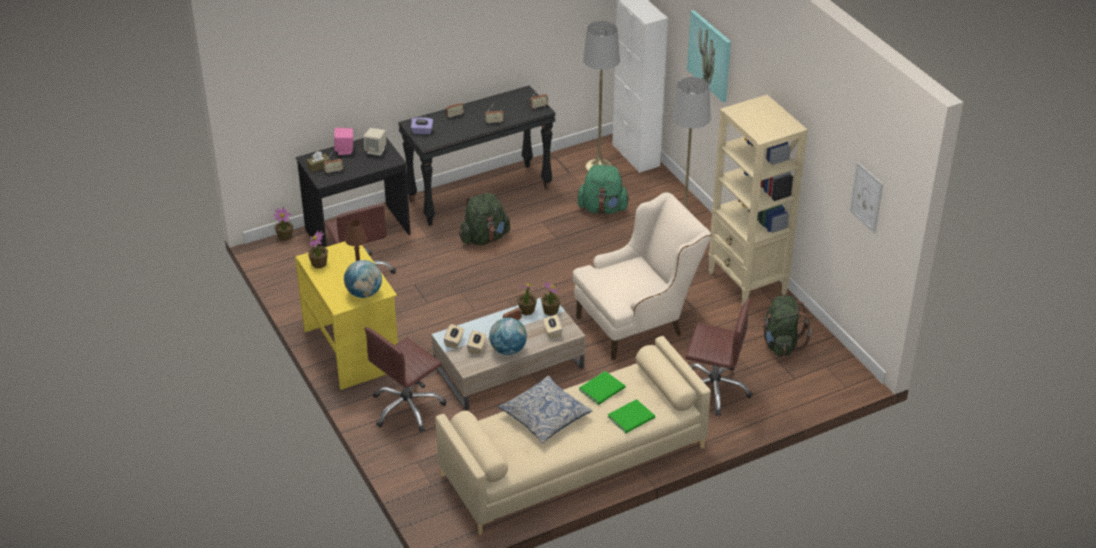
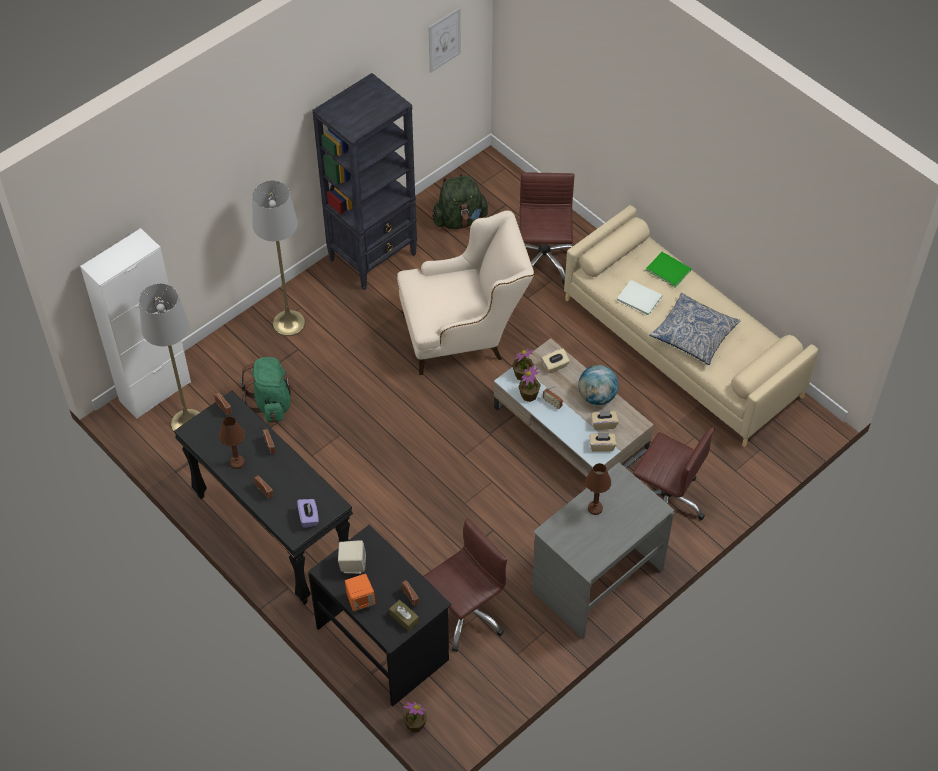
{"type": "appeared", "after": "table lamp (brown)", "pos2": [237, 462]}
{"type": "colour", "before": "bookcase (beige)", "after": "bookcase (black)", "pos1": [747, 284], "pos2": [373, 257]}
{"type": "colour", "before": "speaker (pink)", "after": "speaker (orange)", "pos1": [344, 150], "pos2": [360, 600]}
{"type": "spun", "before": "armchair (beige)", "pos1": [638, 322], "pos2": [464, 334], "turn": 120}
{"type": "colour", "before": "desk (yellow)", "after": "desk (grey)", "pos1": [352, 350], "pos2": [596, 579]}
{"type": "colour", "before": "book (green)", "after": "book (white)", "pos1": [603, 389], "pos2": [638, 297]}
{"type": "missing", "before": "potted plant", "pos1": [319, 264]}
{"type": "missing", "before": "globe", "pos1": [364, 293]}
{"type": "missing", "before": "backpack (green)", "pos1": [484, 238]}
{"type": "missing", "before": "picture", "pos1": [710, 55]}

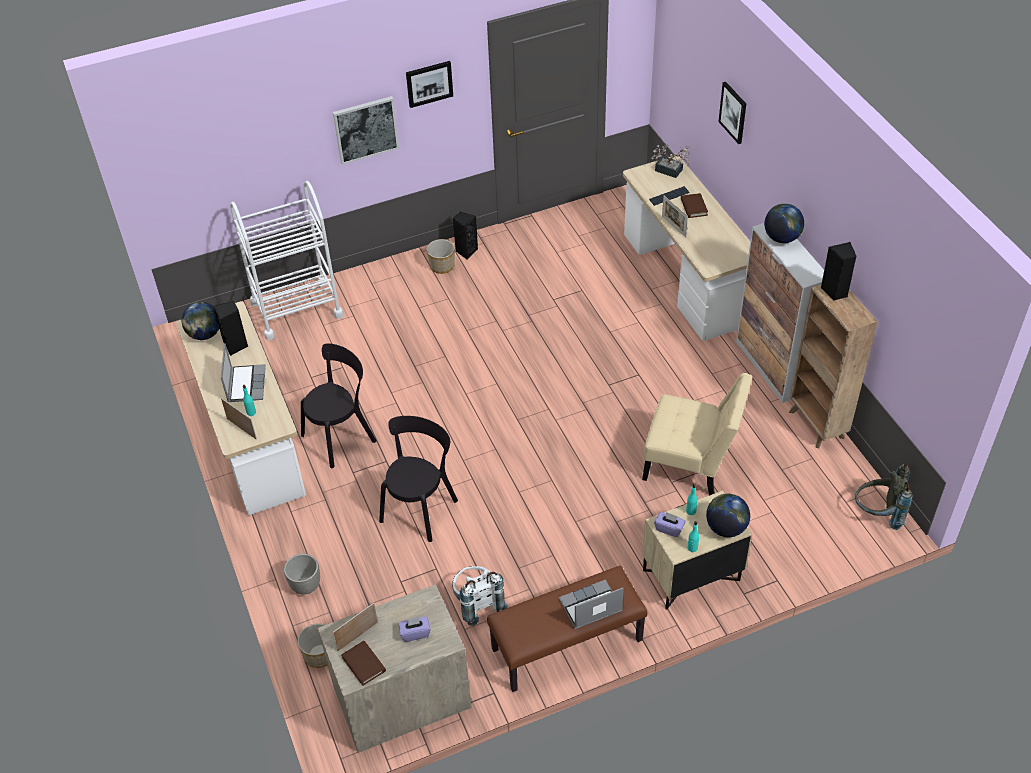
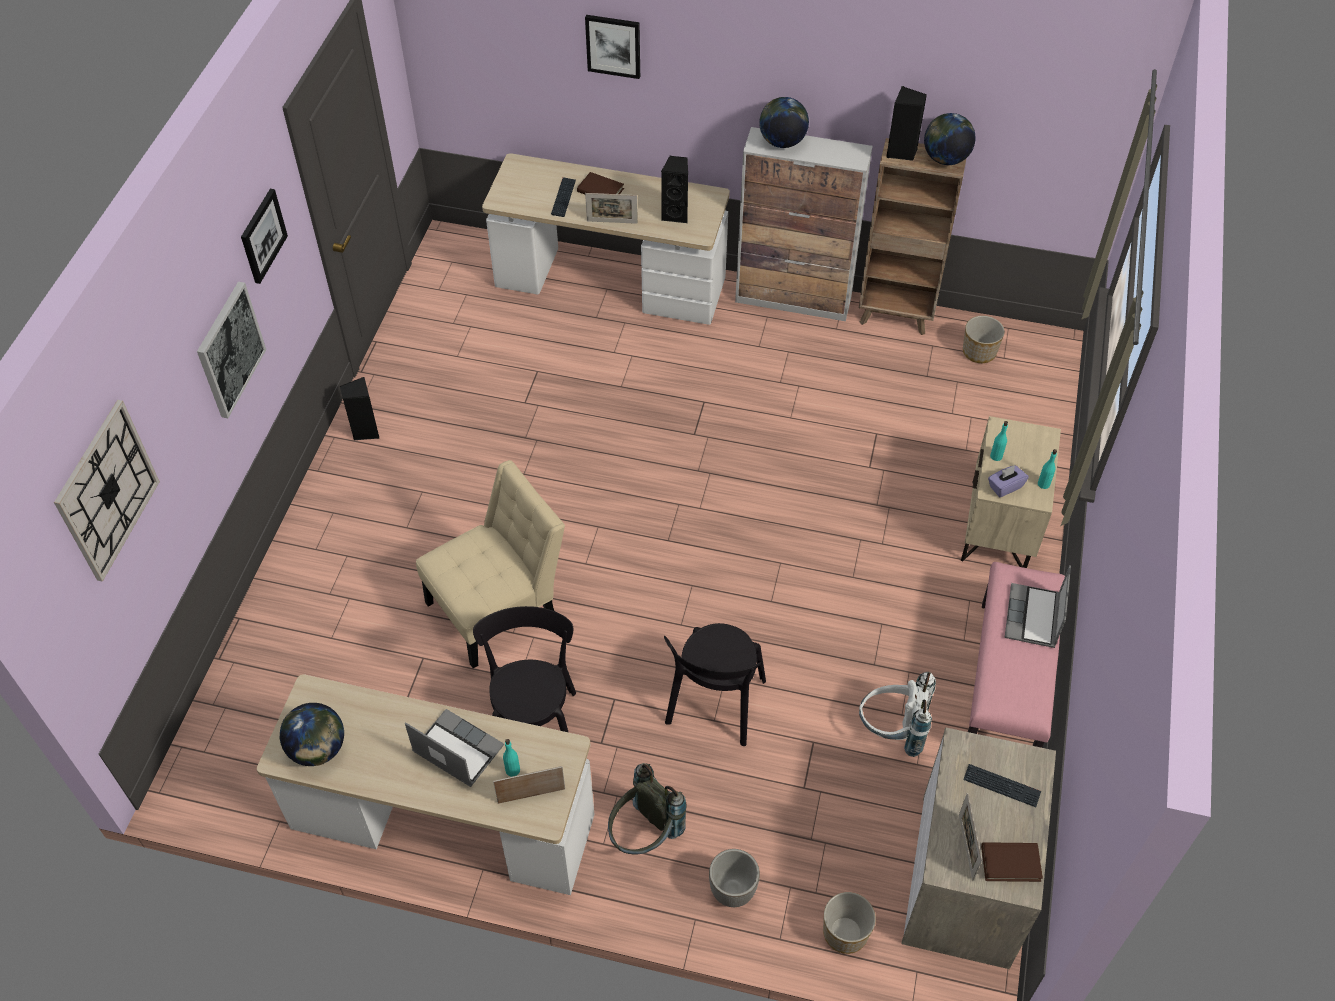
{"type": "appeared", "after": "wall clock", "pos2": [107, 490]}
{"type": "relocated", "before": "chair (beige)", "pos1": [691, 464], "pos2": [499, 607]}
{"type": "relocated", "before": "backpack (grey)", "pos1": [878, 514], "pos2": [644, 835]}
{"type": "relocated", "before": "speaker (black)", "pos1": [236, 346], "pos2": [676, 214]}
{"type": "spun", "before": "chair (black)", "pos1": [420, 508], "pos2": [714, 706], "turn": -135}
{"type": "relocated", "before": "globe", "pos1": [726, 528], "pos2": [945, 159]}
{"type": "relocated", "before": "planter", "pos1": [442, 266], "pos2": [979, 352]}
{"type": "exchanged", "before": "tissue box (purple)", "after": "keyboard", "pos1": [415, 633], "pos2": [1001, 786]}
{"type": "colour", "before": "bench (brown)", "after": "bench (pink)", "pos1": [567, 645], "pos2": [1007, 684]}
{"type": "missing", "before": "cart (white)", "pos1": [297, 309]}
{"type": "missing", "before": "potted plant", "pos1": [671, 171]}

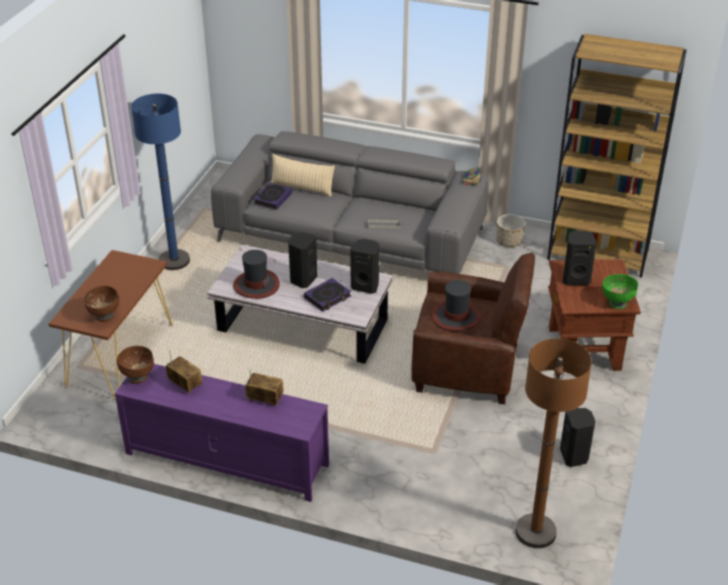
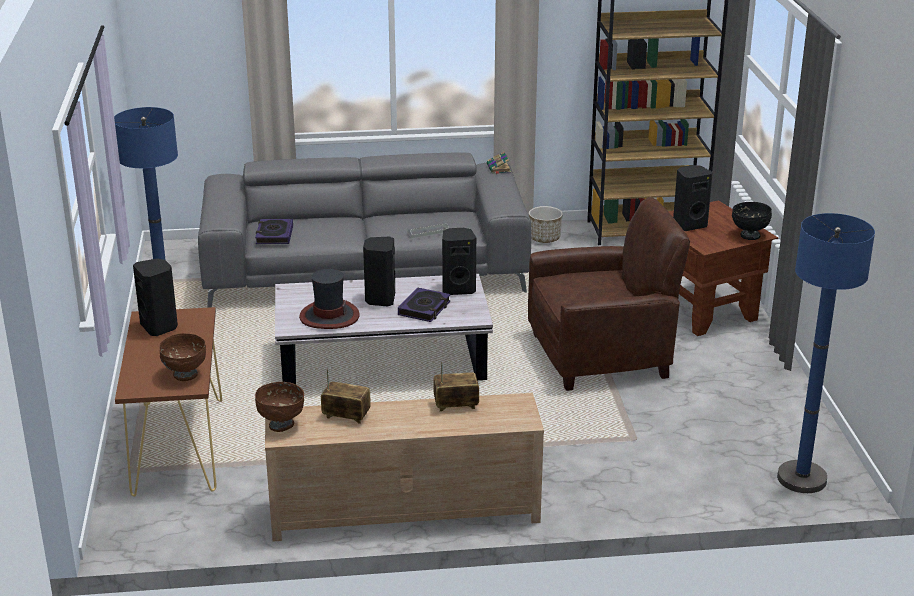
{"type": "relocated", "before": "speaker (black)", "pos1": [574, 456], "pos2": [160, 327]}
{"type": "colour", "before": "tv stand (purple)", "after": "tv stand (beige)", "pos1": [226, 459], "pos2": [403, 511]}
{"type": "colour", "before": "bowl (green)", "after": "bowl (black)", "pos1": [617, 303], "pos2": [749, 235]}
{"type": "colour", "before": "floor lamp (brown)", "after": "floor lamp (blue)", "pos1": [535, 532], "pos2": [801, 478]}
{"type": "missing", "before": "pillow (beige)", "pos1": [302, 188]}
{"type": "missing", "before": "hat", "pos1": [456, 317]}

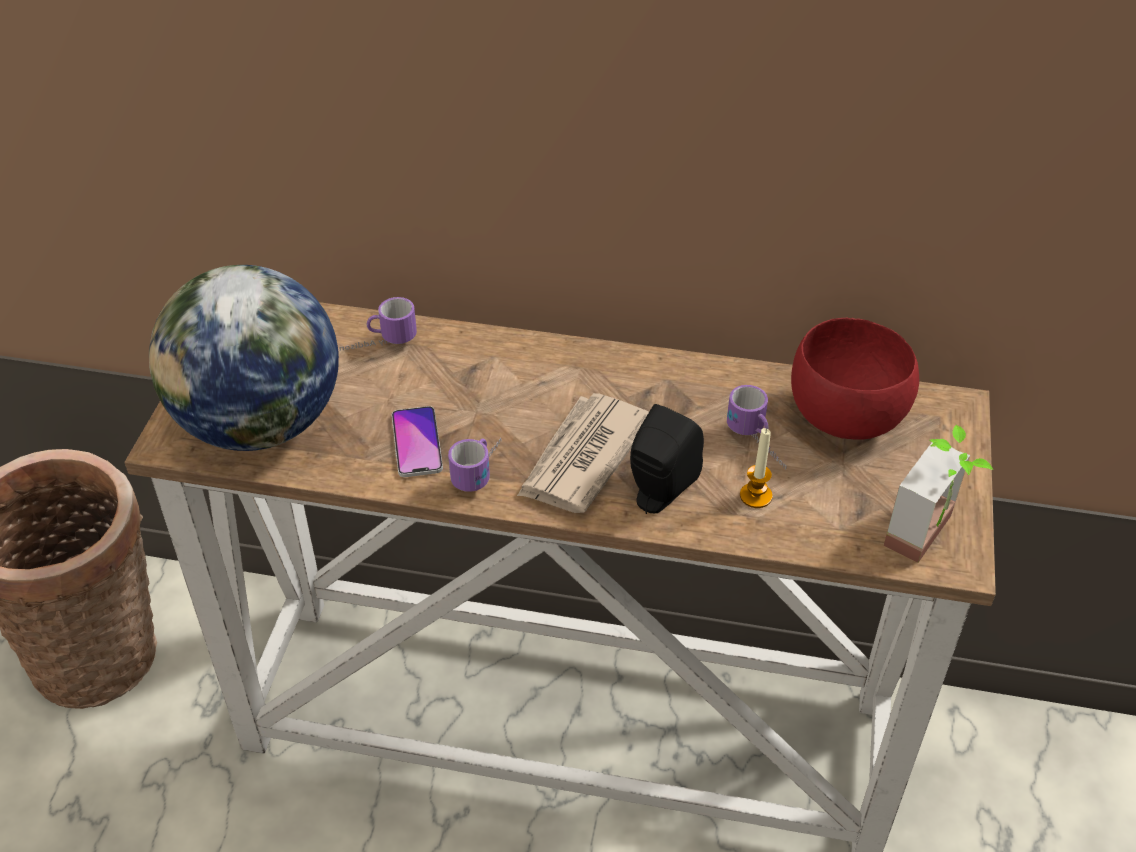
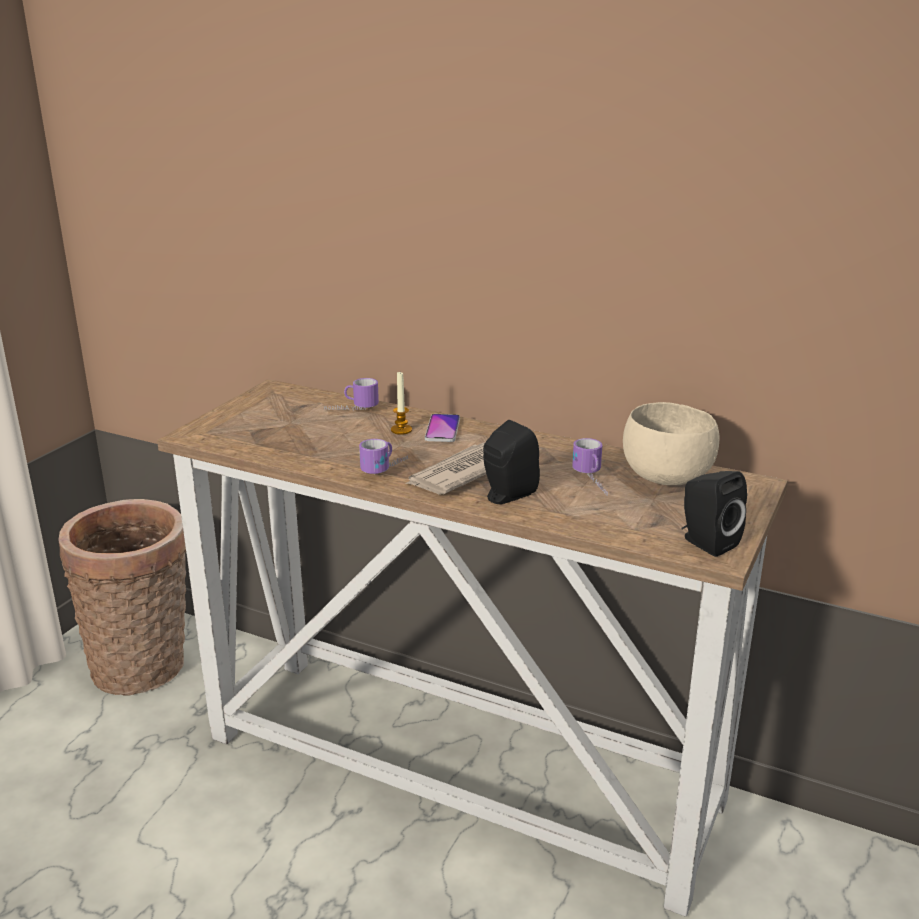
{"type": "relocated", "before": "candle", "pos1": [755, 496], "pos2": [401, 430]}
{"type": "relocated", "before": "phone", "pos1": [417, 443], "pos2": [442, 429]}
{"type": "colour", "before": "bowl (red)", "after": "bowl (beige)", "pos1": [843, 416], "pos2": [665, 478]}
{"type": "exchanged", "before": "potted plant", "after": "speaker (black)", "pos1": [932, 537], "pos2": [706, 542]}
{"type": "missing", "before": "globe", "pos1": [260, 424]}

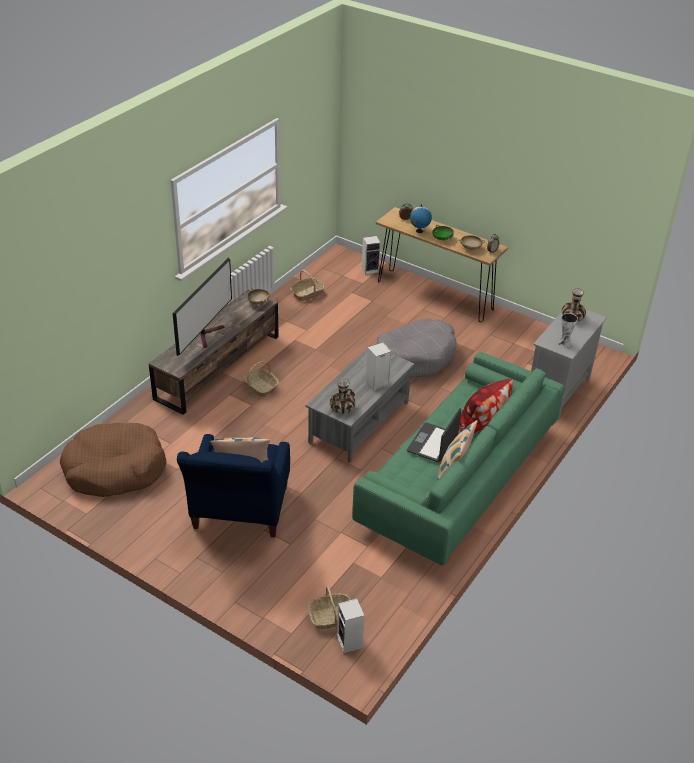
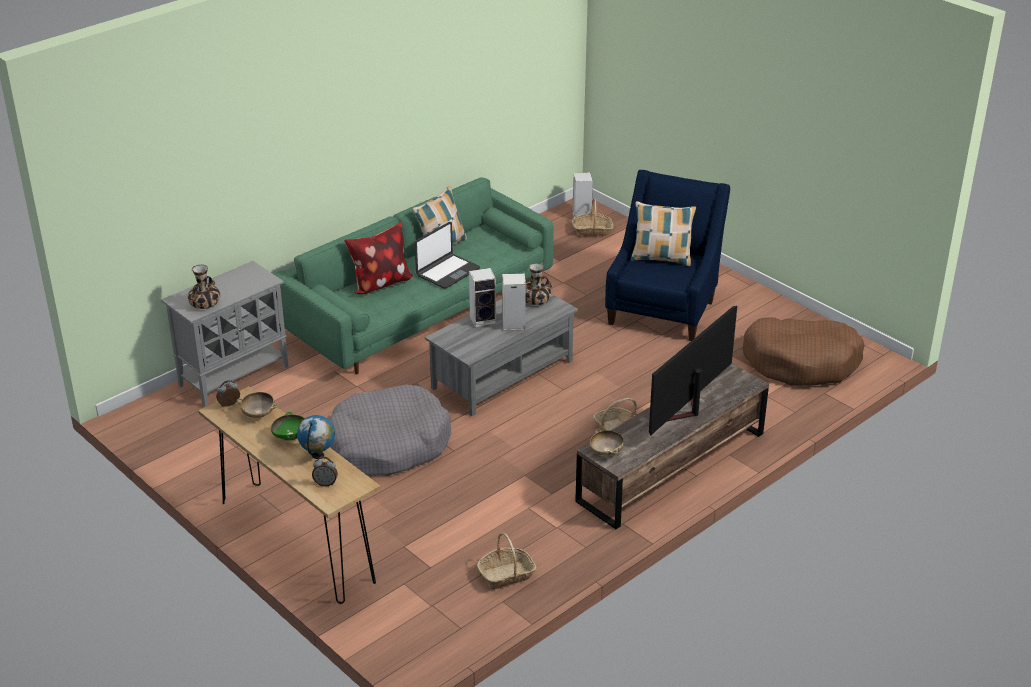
{"type": "relocated", "before": "speaker", "pos1": [370, 269], "pos2": [512, 325]}
{"type": "missing", "before": "vase", "pos1": [565, 344]}

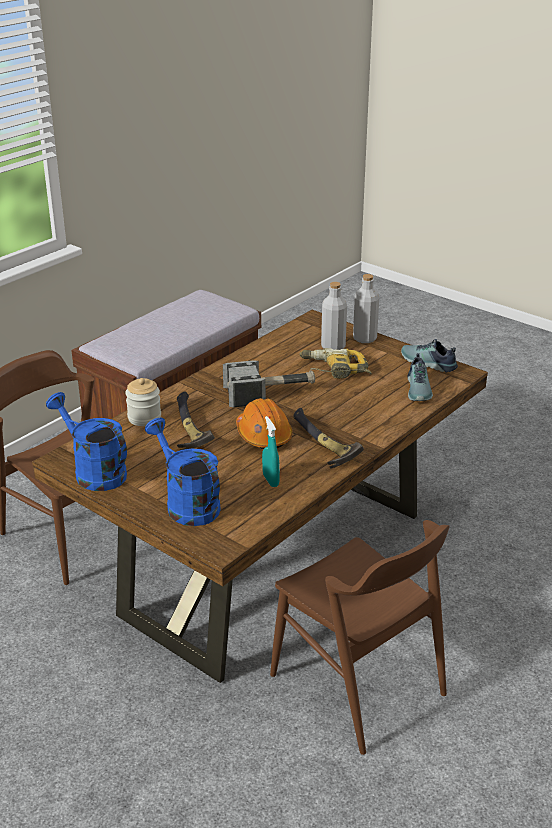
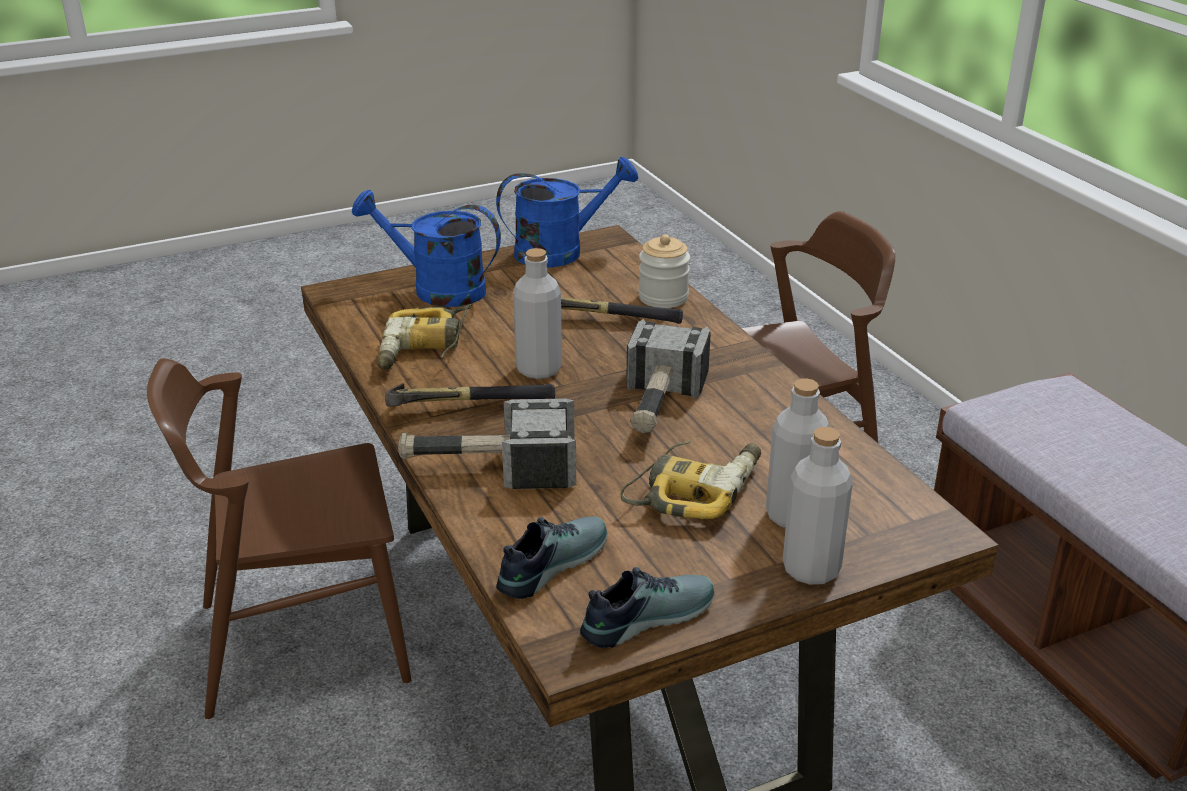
{"type": "spun", "before": "watering can (blue)", "pos1": [187, 504], "pos2": [437, 289], "turn": -150}
{"type": "exchanged", "before": "spray bottle (turquoise)", "after": "power drill", "pos1": [270, 480], "pos2": [424, 348]}
{"type": "appeared", "after": "hammer", "pos2": [488, 467]}
{"type": "spun", "before": "shoe", "pos1": [419, 389], "pos2": [549, 563], "turn": 105}
{"type": "exchanged", "before": "hard hat (orange)", "after": "bottle (grey)", "pos1": [263, 435], "pos2": [538, 369]}

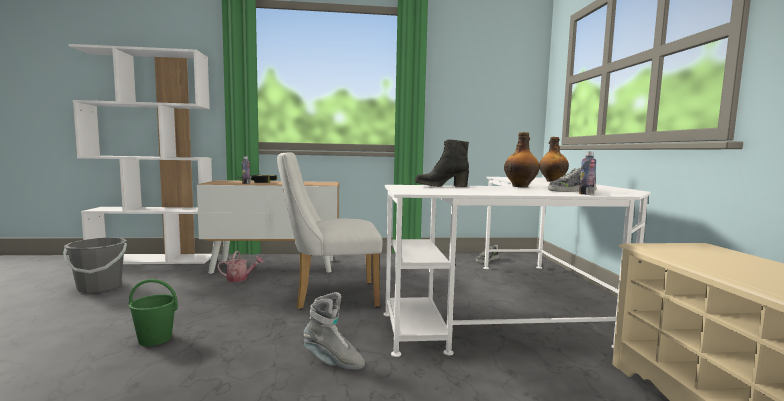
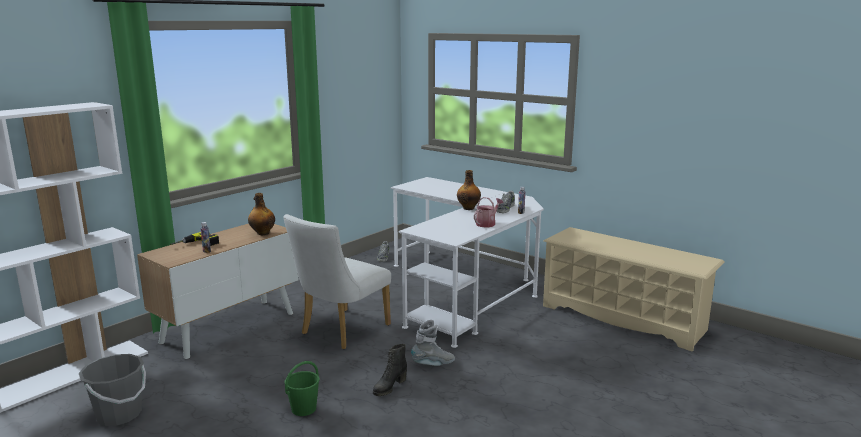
{"type": "relocated", "before": "bottle", "pos1": [552, 181], "pos2": [262, 233]}
{"type": "relocated", "before": "boot (black)", "pos1": [441, 186], "pos2": [389, 387]}
{"type": "relocated", "before": "watering can", "pos1": [240, 278], "pos2": [487, 223]}

